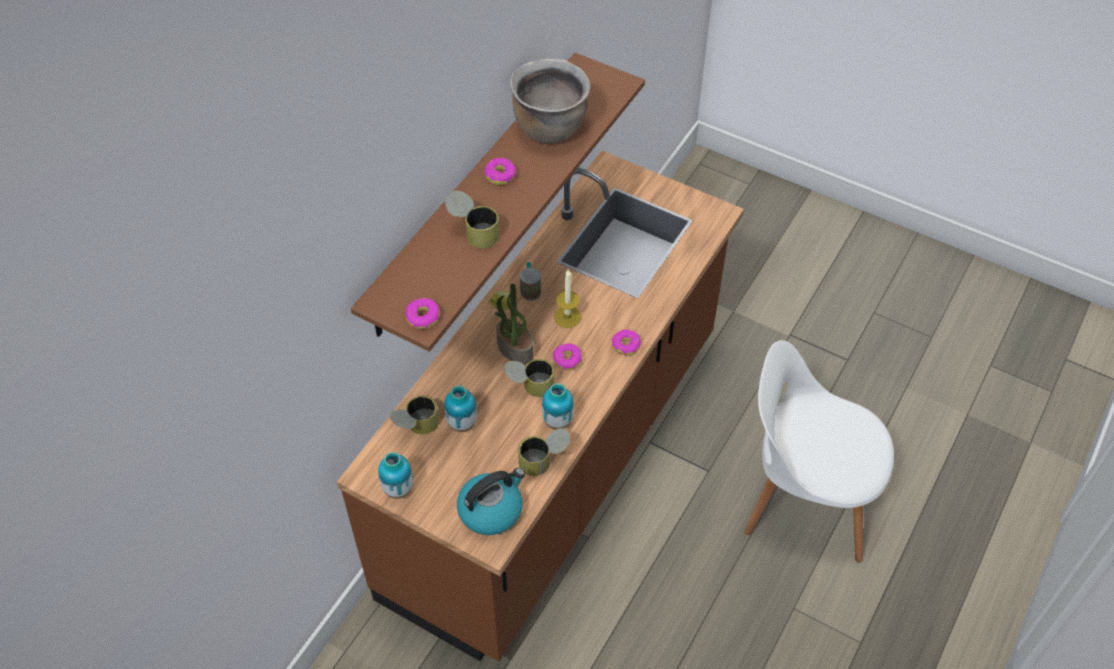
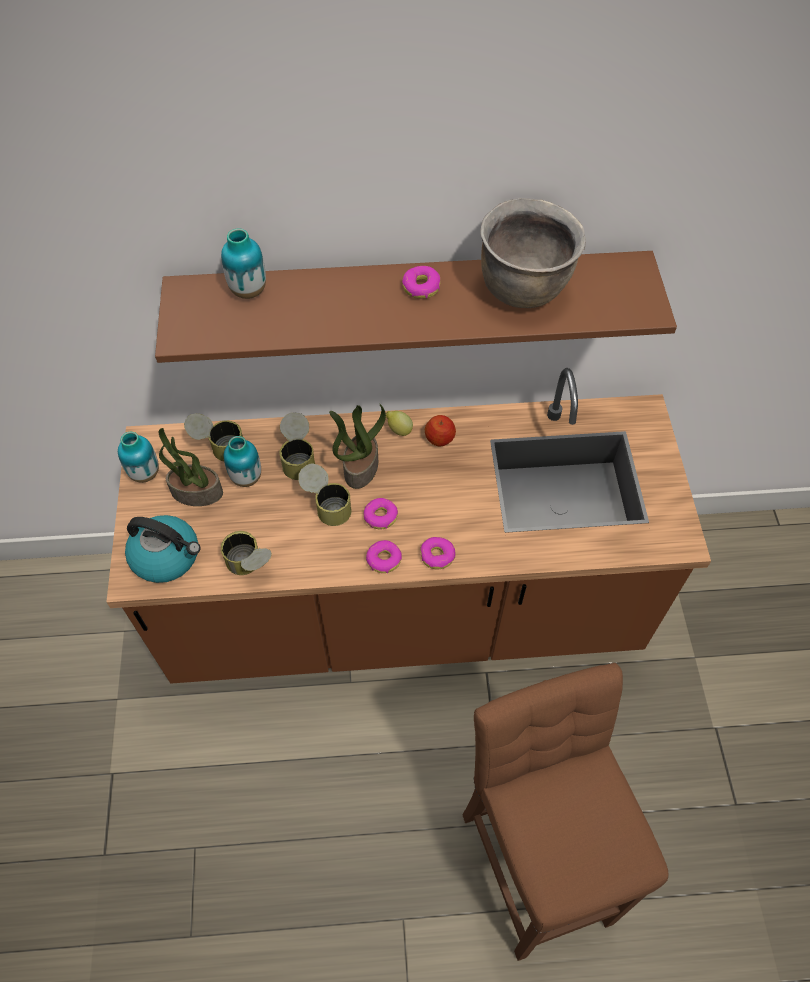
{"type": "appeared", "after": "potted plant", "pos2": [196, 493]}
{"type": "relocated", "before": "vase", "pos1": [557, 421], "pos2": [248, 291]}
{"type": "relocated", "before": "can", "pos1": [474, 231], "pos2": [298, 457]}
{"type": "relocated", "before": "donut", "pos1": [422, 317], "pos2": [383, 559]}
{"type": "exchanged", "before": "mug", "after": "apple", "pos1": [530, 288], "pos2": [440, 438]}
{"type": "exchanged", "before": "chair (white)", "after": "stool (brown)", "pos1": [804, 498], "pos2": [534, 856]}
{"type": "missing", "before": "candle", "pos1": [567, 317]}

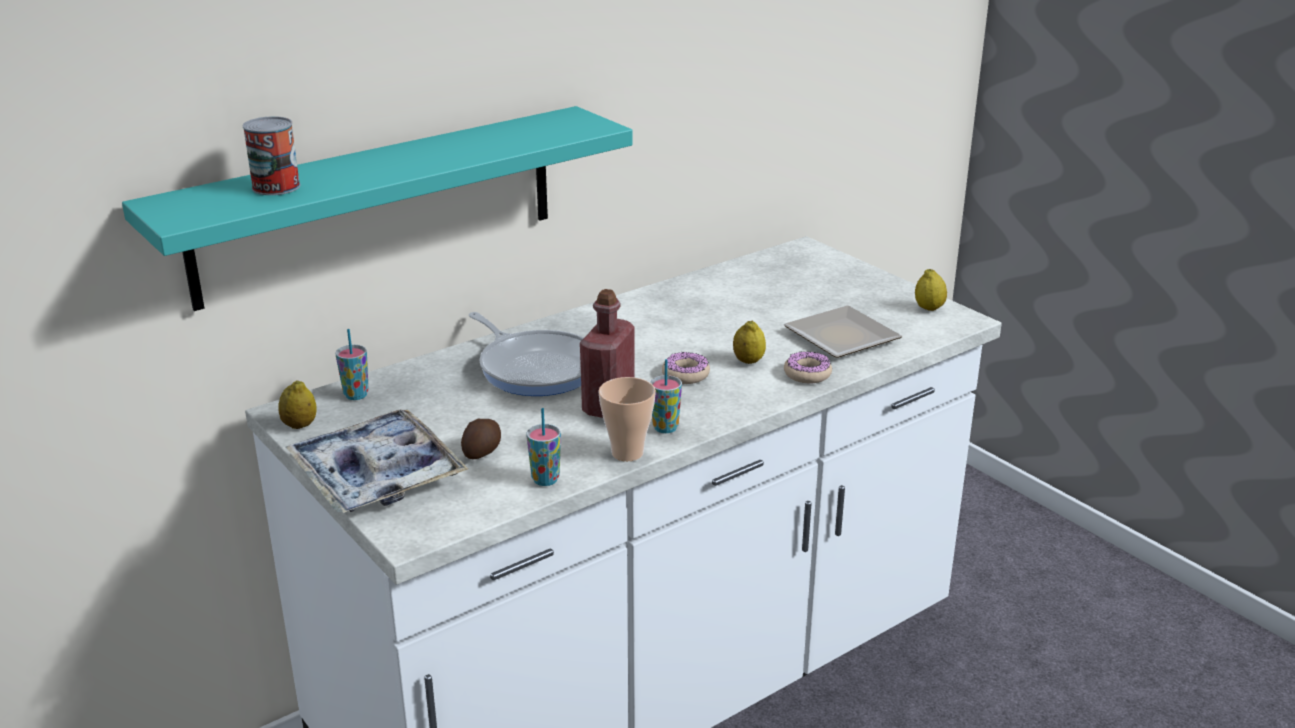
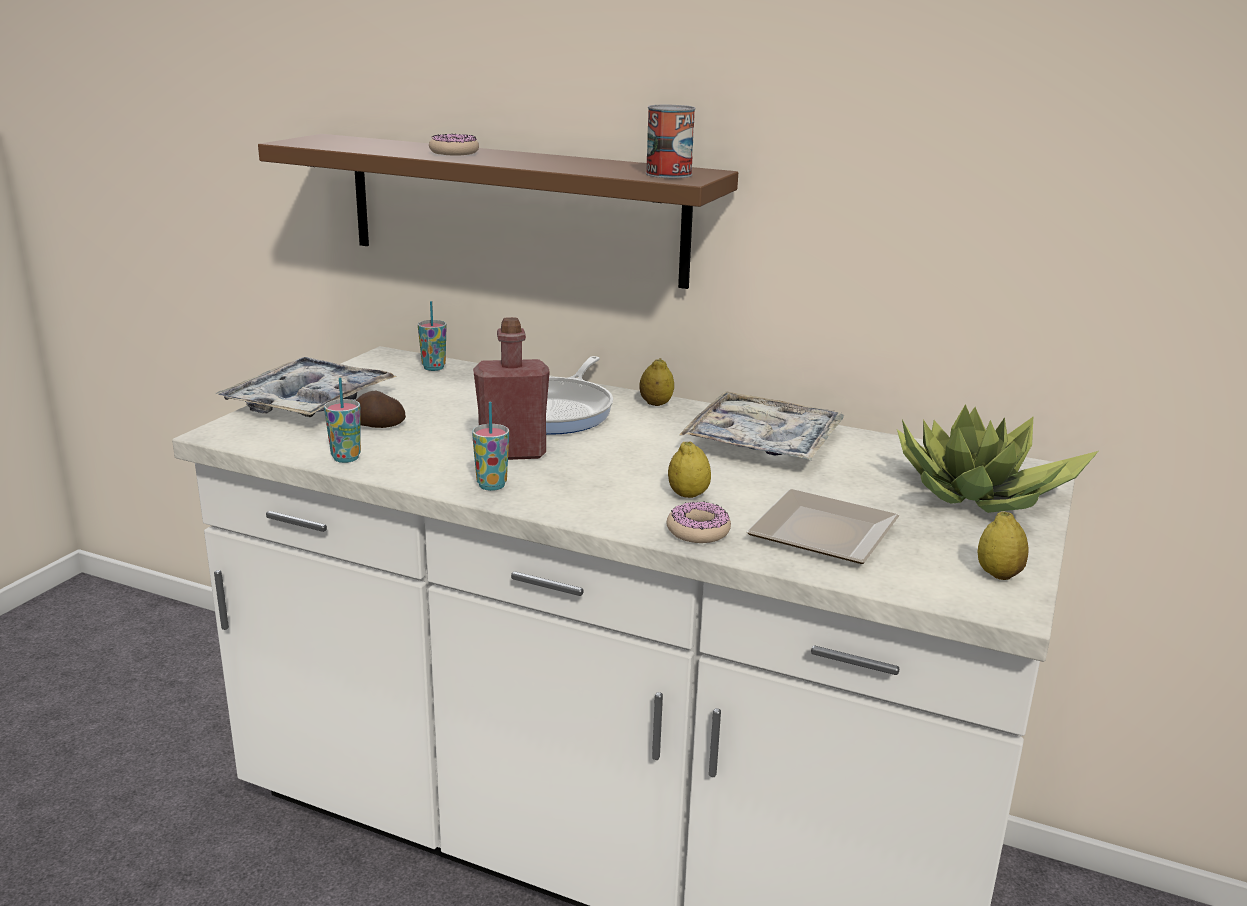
{"type": "colour", "before": "shelf (turquoise)", "after": "shelf (brown)", "pos1": [377, 205], "pos2": [514, 209]}
{"type": "relocated", "before": "donut", "pos1": [685, 375], "pos2": [454, 152]}
{"type": "relocated", "before": "lemon", "pos1": [300, 425], "pos2": [656, 404]}
{"type": "relocated", "before": "can", "pos1": [276, 187], "pos2": [668, 174]}
{"type": "appeared", "after": "tray", "pos2": [763, 442]}
{"type": "appeared", "after": "potted plant", "pos2": [981, 496]}
{"type": "missing", "before": "cup", "pos1": [627, 453]}

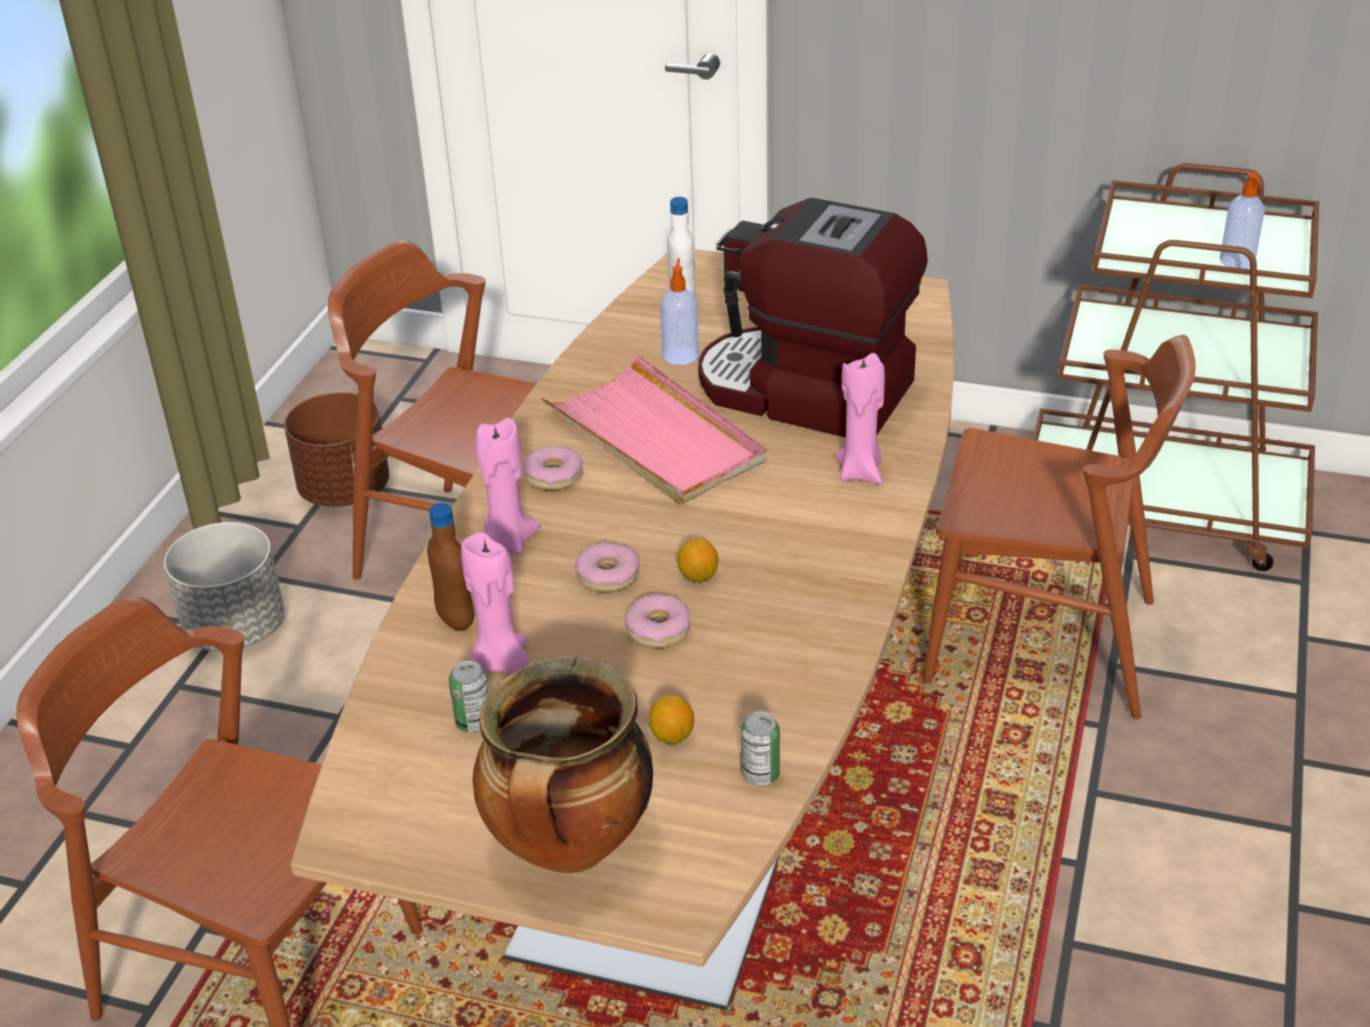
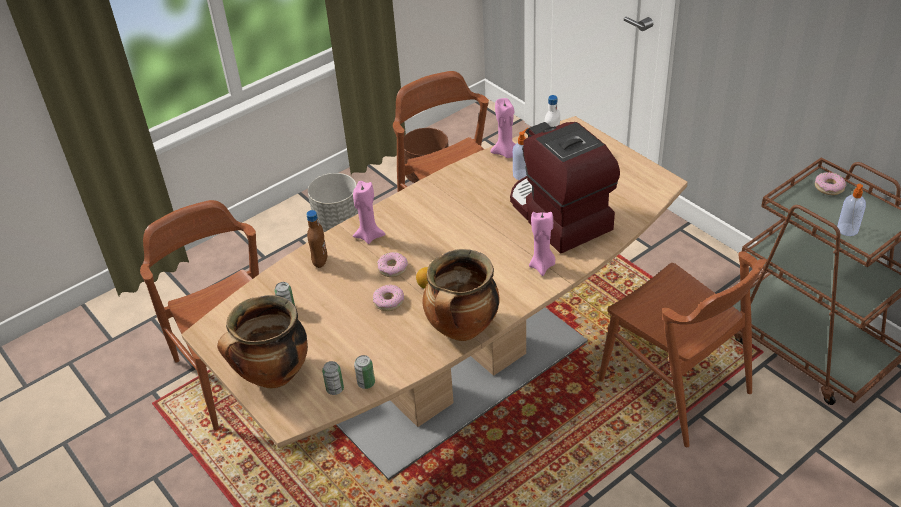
{"type": "appeared", "after": "can", "pos2": [335, 389]}
{"type": "appeared", "after": "cooking pot", "pos2": [462, 330]}
{"type": "relocated", "before": "candle (pink)", "pos1": [501, 663], "pos2": [505, 153]}
{"type": "relocated", "before": "donut", "pos1": [553, 476], "pos2": [829, 187]}
{"type": "missing", "before": "tray (pink)", "pos1": [655, 437]}
{"type": "missing", "before": "lemon", "pos1": [671, 736]}

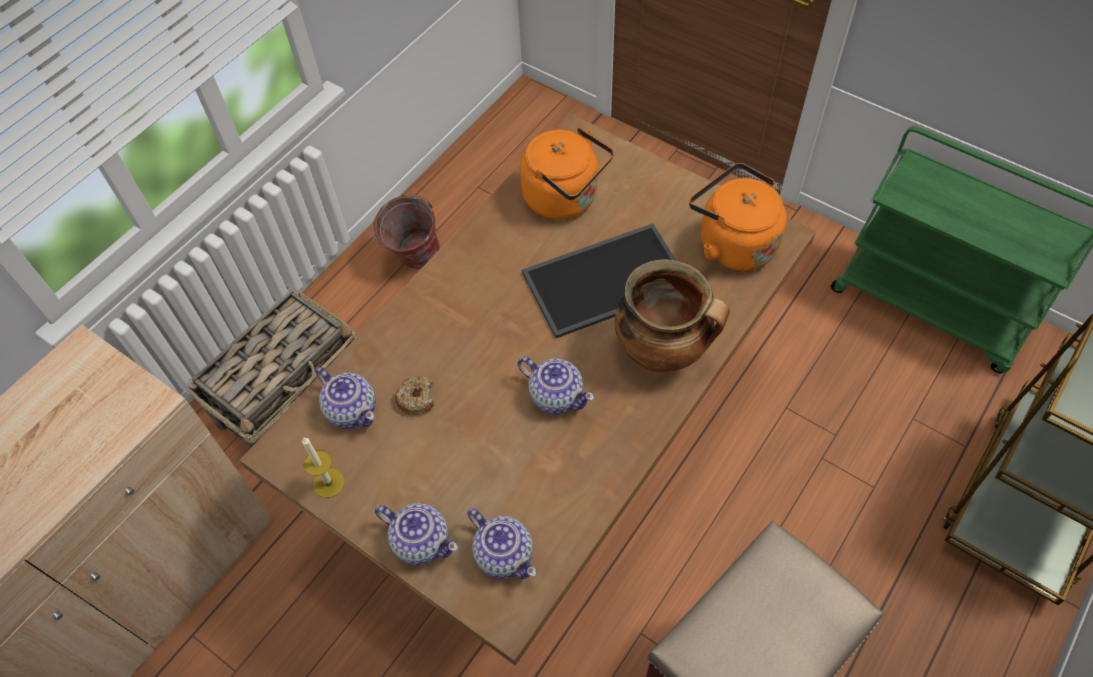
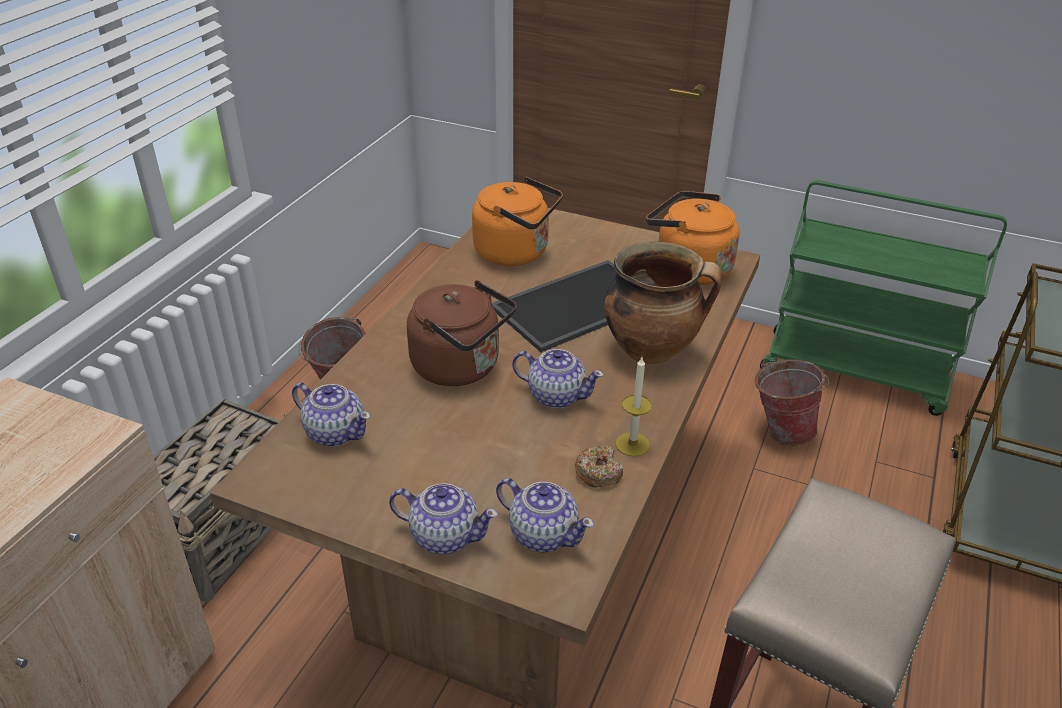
{"type": "appeared", "after": "kettle (brown)", "pos2": [461, 367]}
{"type": "relocated", "before": "donut", "pos1": [416, 398], "pos2": [598, 472]}
{"type": "relocated", "before": "candle", "pos1": [329, 483], "pos2": [632, 444]}
{"type": "appeared", "after": "bucket", "pos2": [780, 430]}

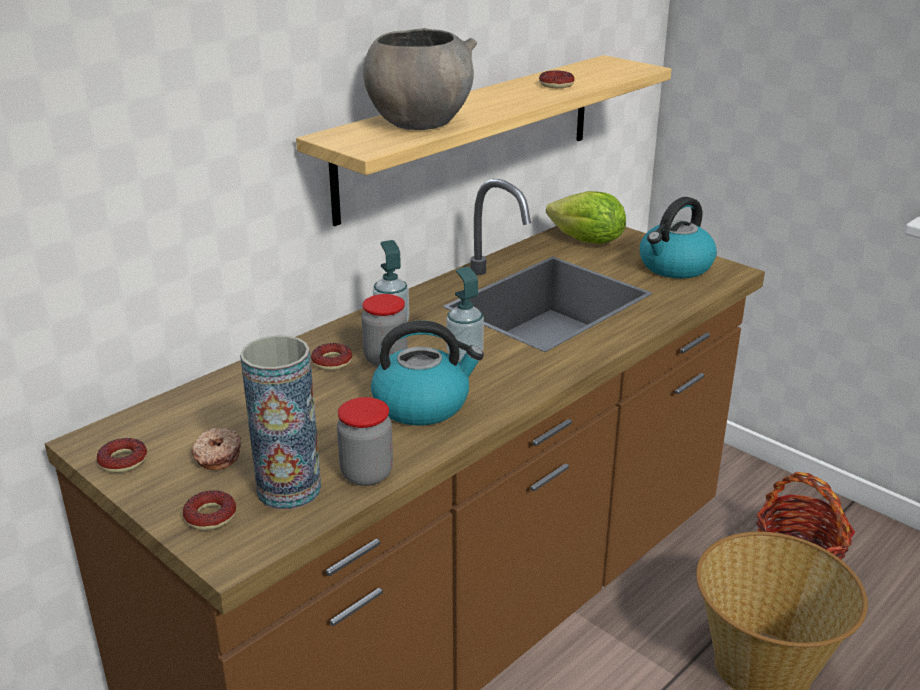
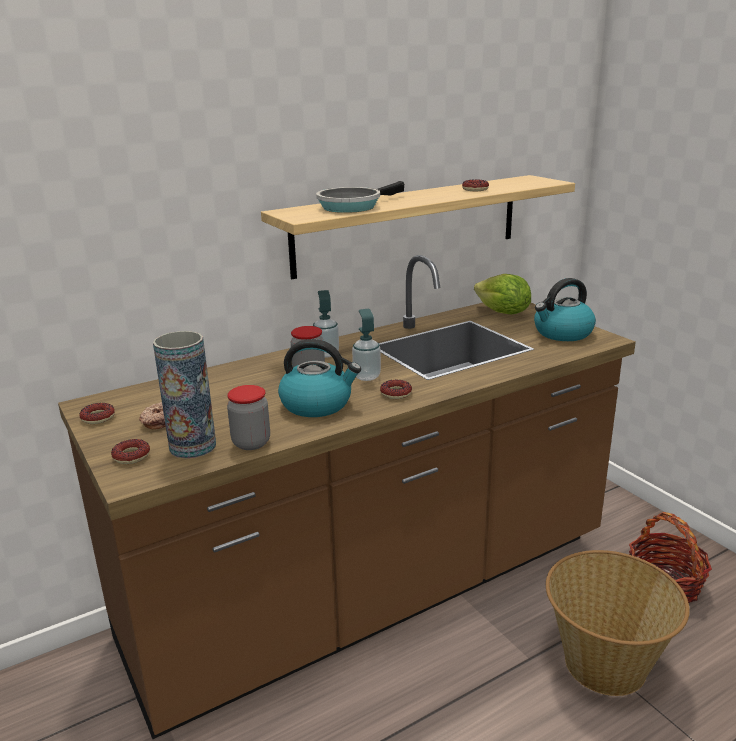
{"type": "exchanged", "before": "bowl (grey)", "after": "frying pan", "pos1": [419, 122], "pos2": [353, 206]}
{"type": "relocated", "before": "donut", "pos1": [332, 362], "pos2": [396, 393]}

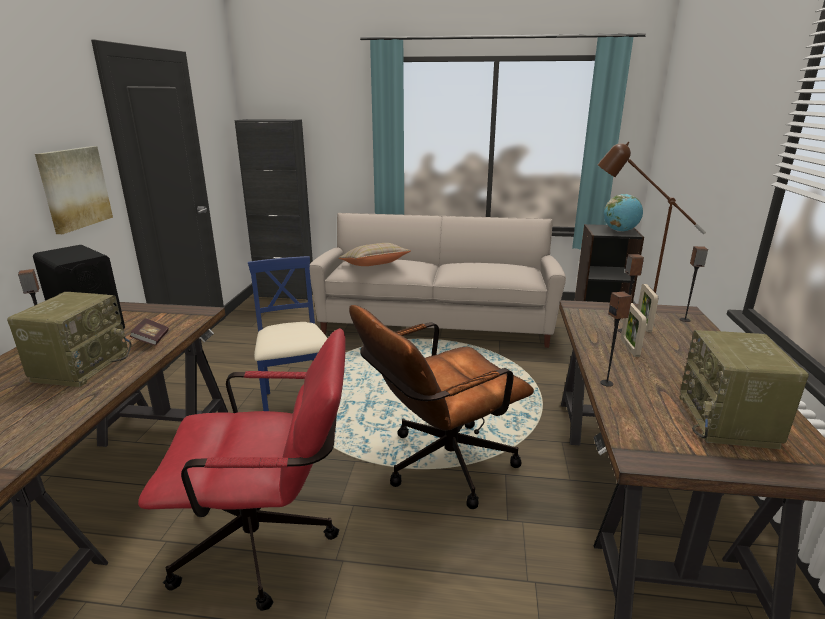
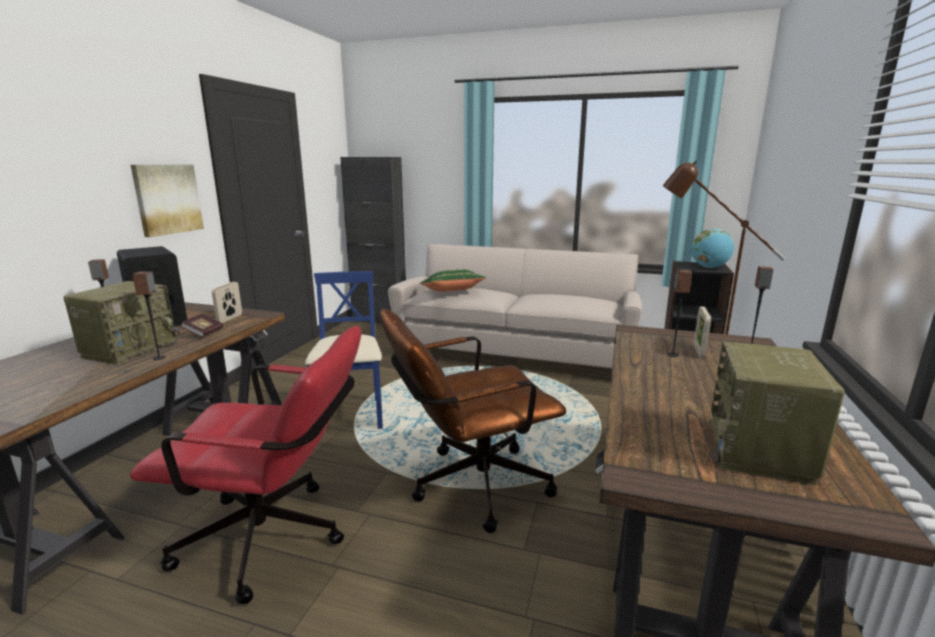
{"type": "relocated", "before": "speaker", "pos1": [607, 383], "pos2": [159, 358]}
{"type": "relocated", "before": "picture frame", "pos1": [629, 348], "pos2": [230, 319]}
{"type": "colour", "before": "pillow (beige)", "after": "pillow (green)", "pos1": [374, 266], "pos2": [452, 292]}

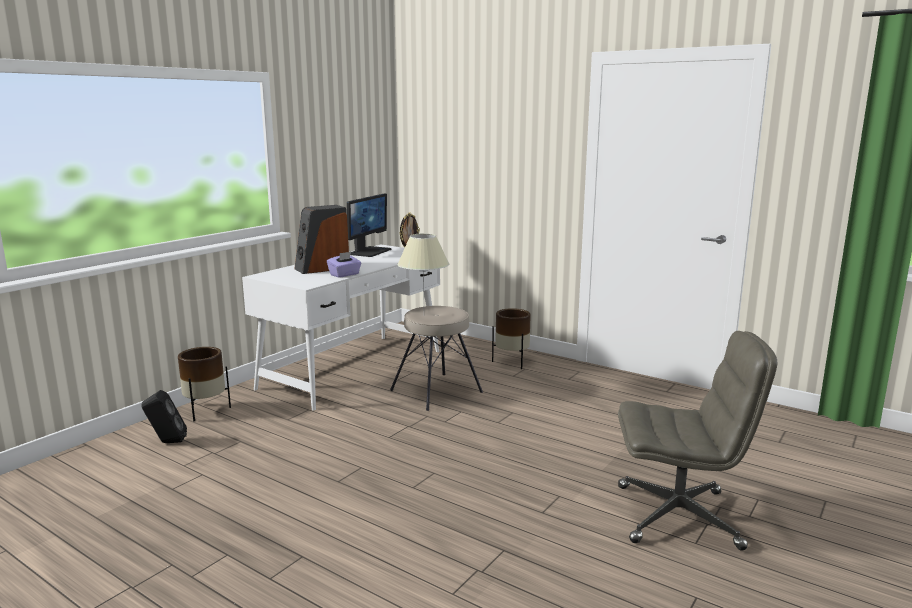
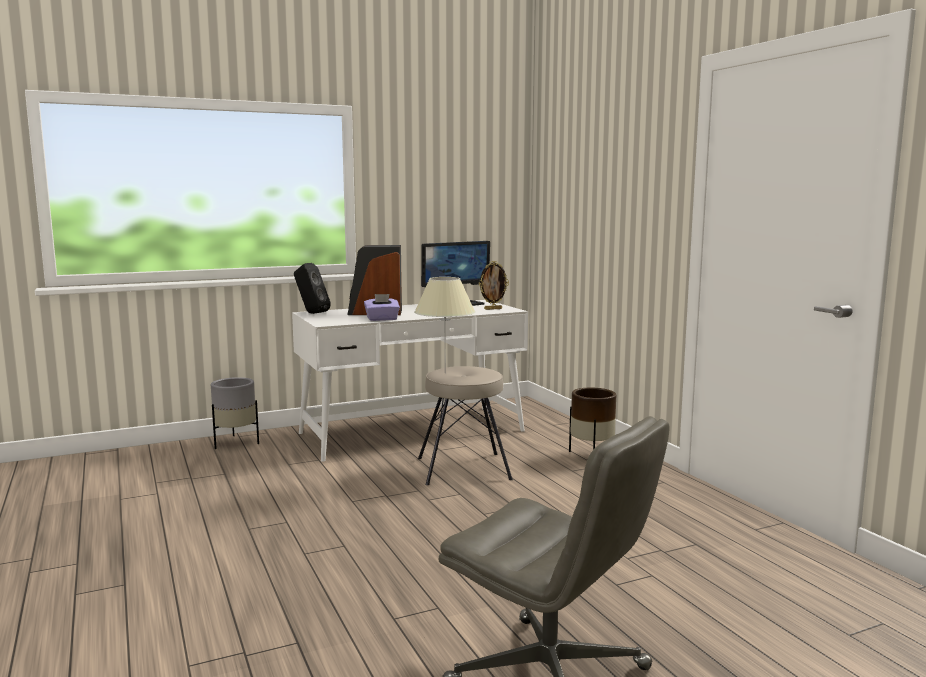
{"type": "colour", "before": "planter (brown)", "after": "planter (grey)", "pos1": [206, 411], "pos2": [236, 442]}
{"type": "relocated", "before": "speaker (black)", "pos1": [167, 442], "pos2": [311, 313]}

